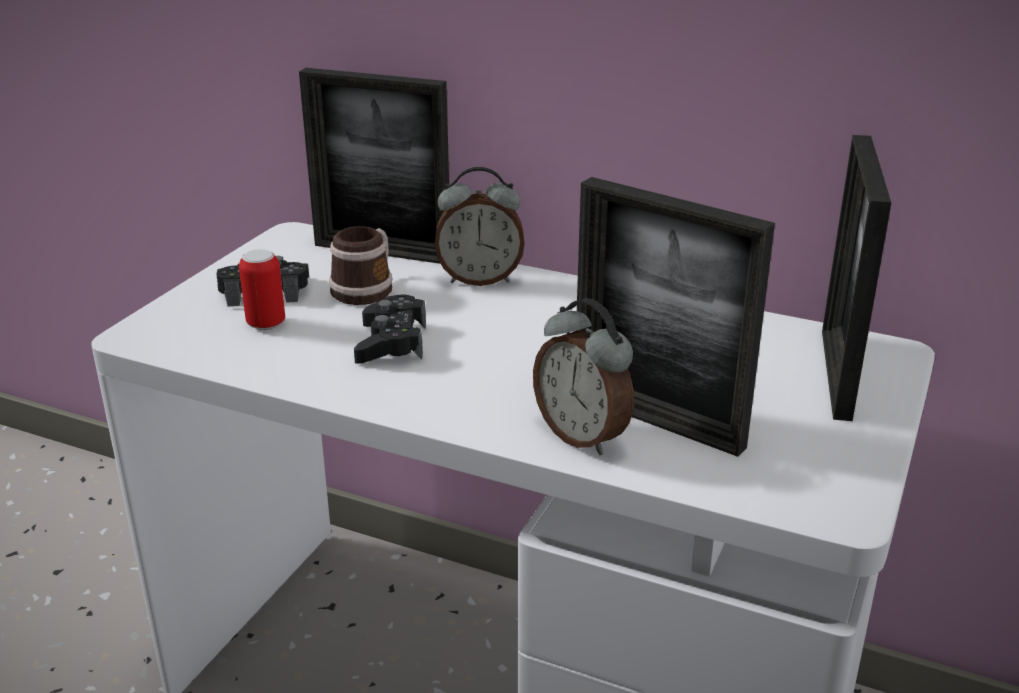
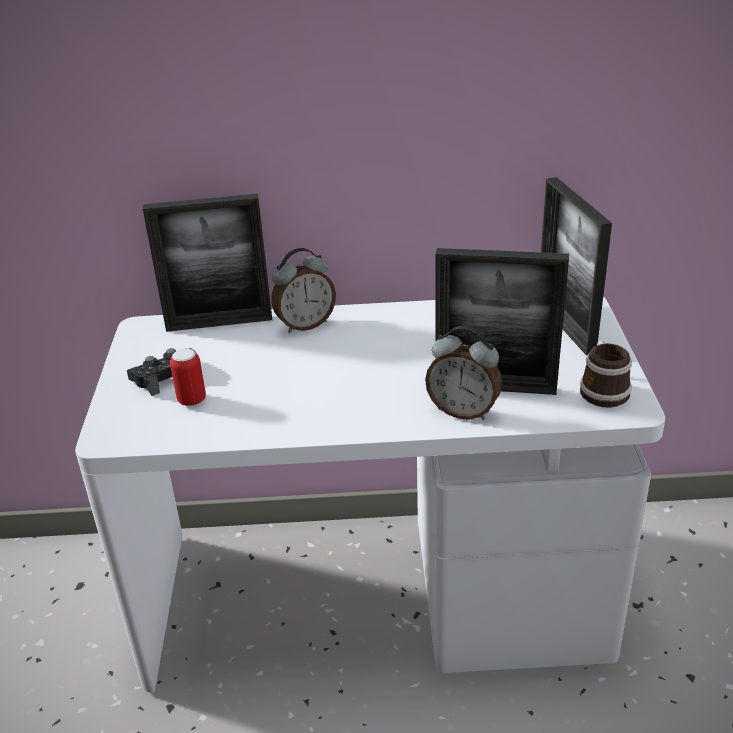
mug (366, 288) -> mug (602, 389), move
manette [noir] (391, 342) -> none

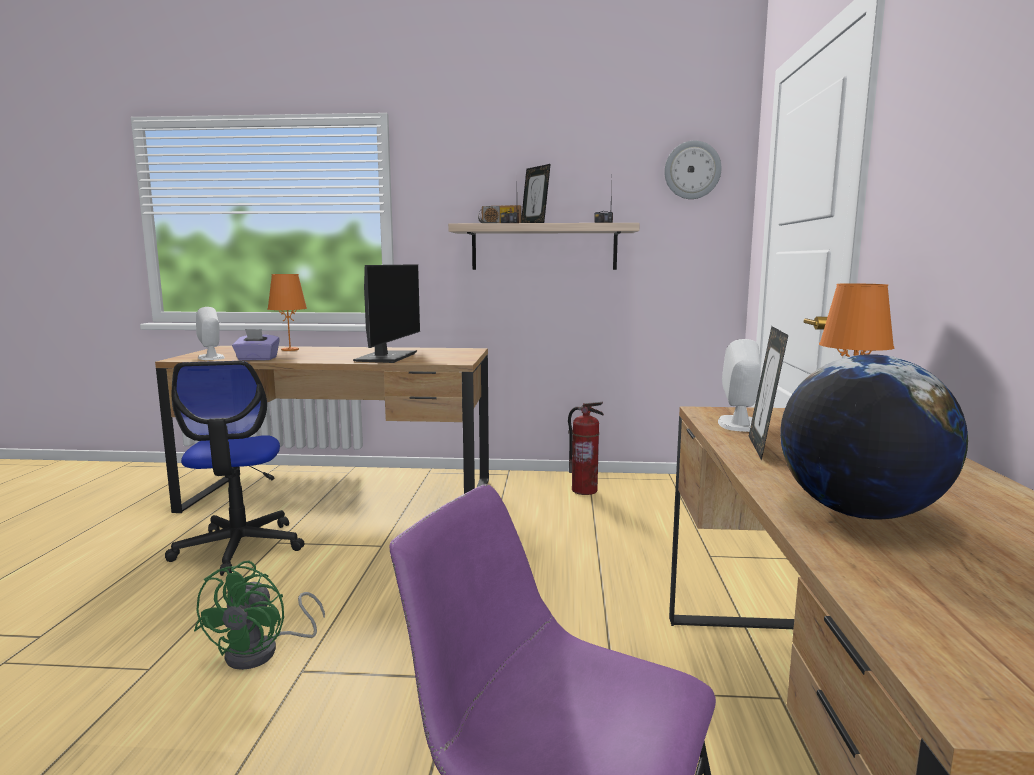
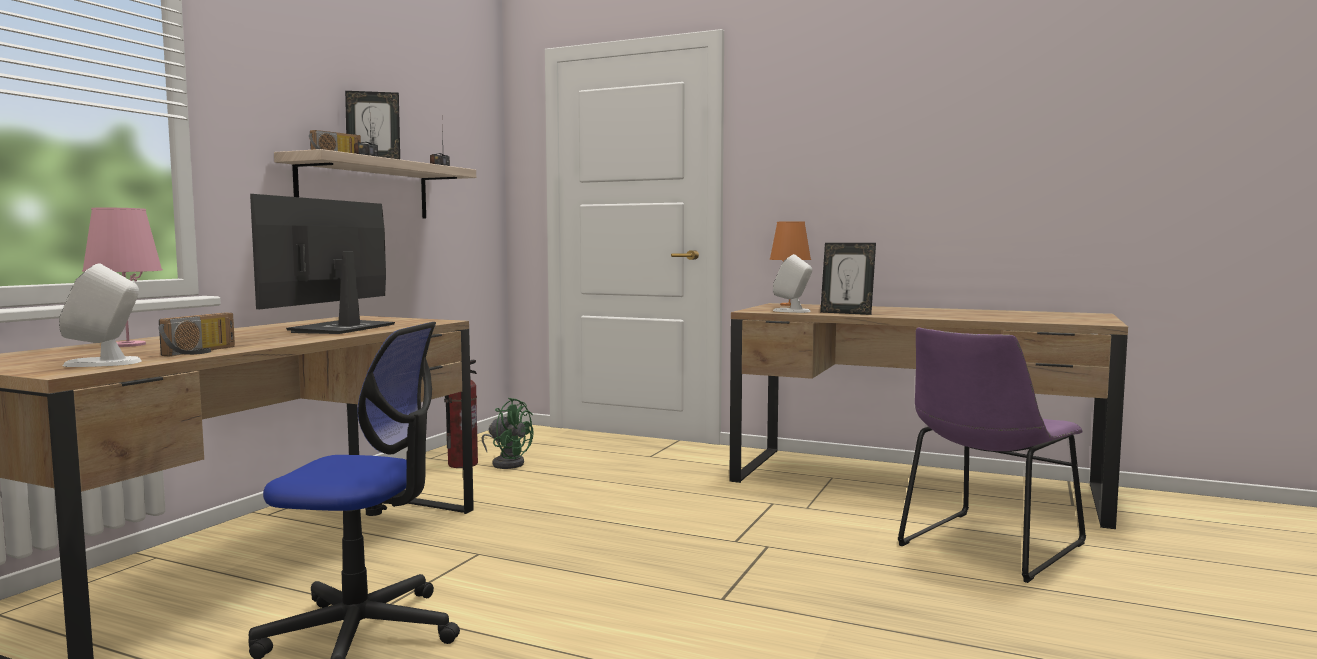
lampe de table [orange] (290, 349) -> lampe de table [rose] (128, 345)
boîte à mouchoirs [violet] (257, 359) -> radio (203, 352)
écran d'ordinateur (386, 357) -> écran d'ordinateur (342, 329), 105 degrees counterclockwise
ventilateur [vert] (263, 652) -> ventilateur [vert] (507, 463), move
horloge murale (692, 170) -> none
globe (859, 513) -> none

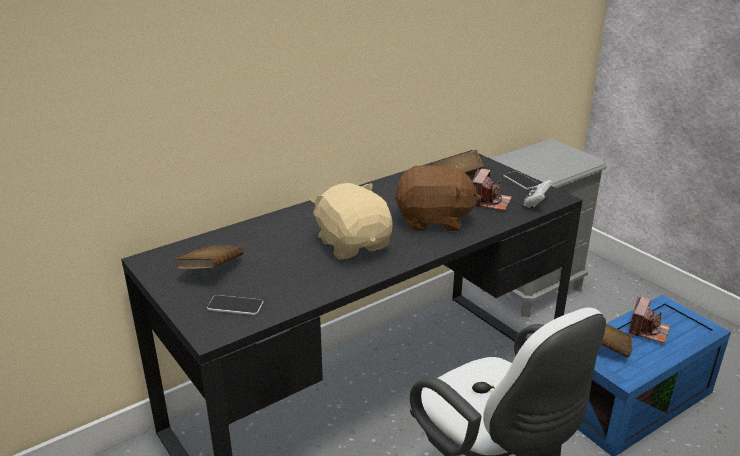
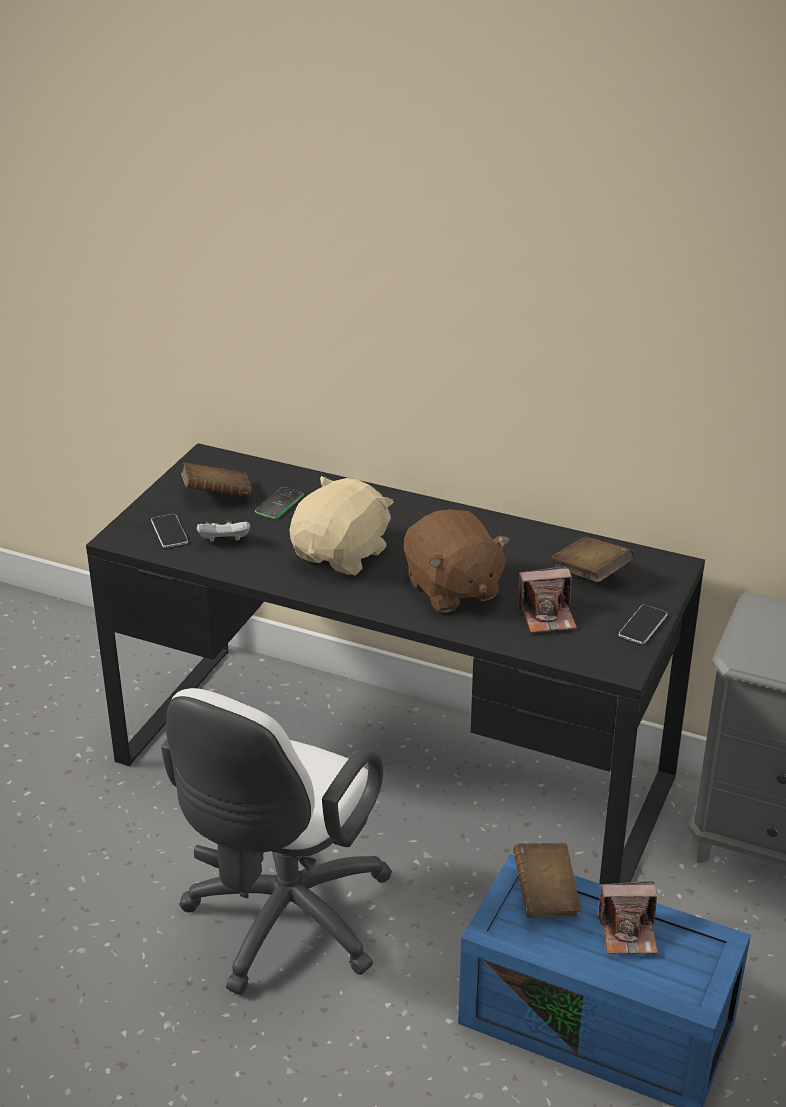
manette [blanc] (536, 204) -> manette [blanc] (224, 542), move
none -> téléphone (279, 504)

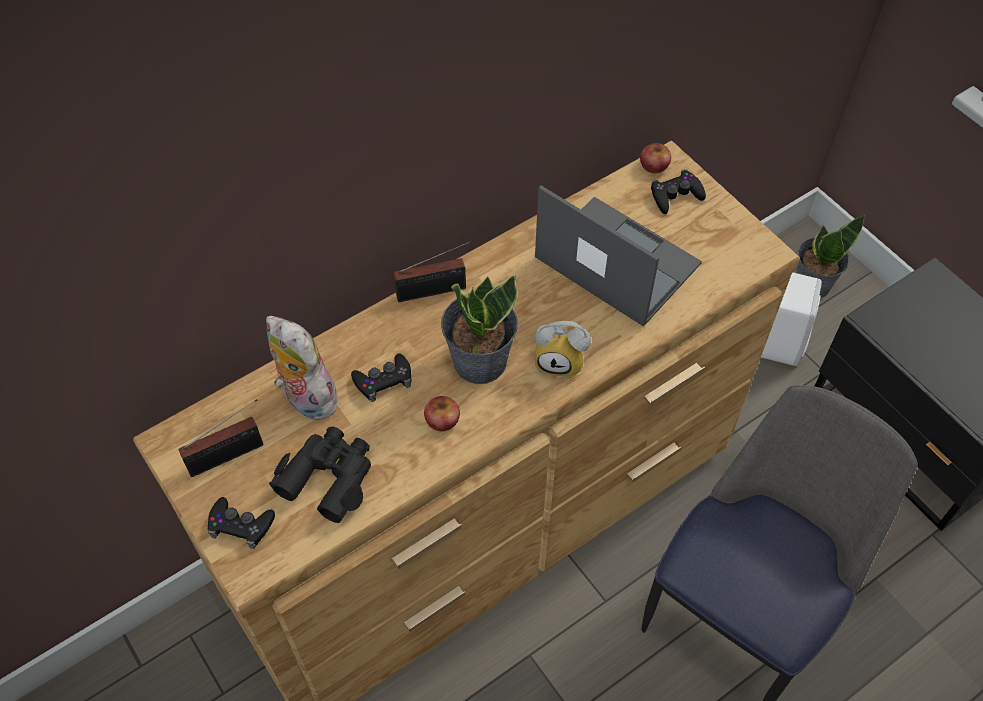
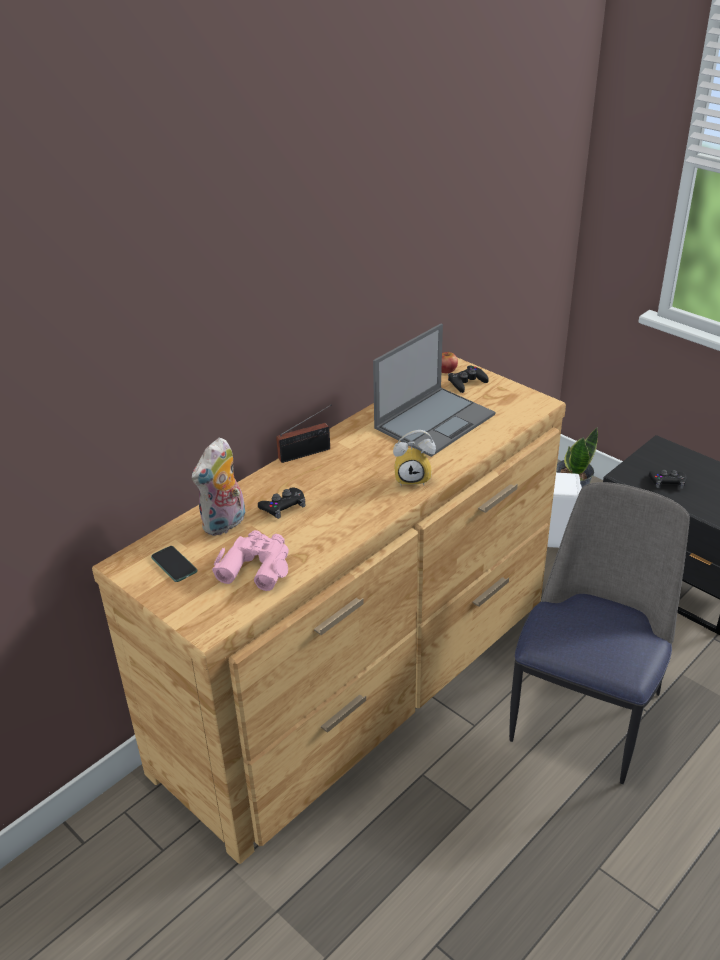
radio (230, 455) -> téléphone (174, 565)
peluche (305, 398) -> peluche (225, 524), 90 degrees counterclockwise
jumelles [noir] (328, 476) -> jumelles [rose] (256, 566)
ordinateur portable (615, 260) -> ordinateur portable (435, 420), 105 degrees clockwise
manette [noir] (241, 525) -> manette [noir] (667, 482), move
pomme (442, 420) -> none
plante en pot (479, 361) -> none

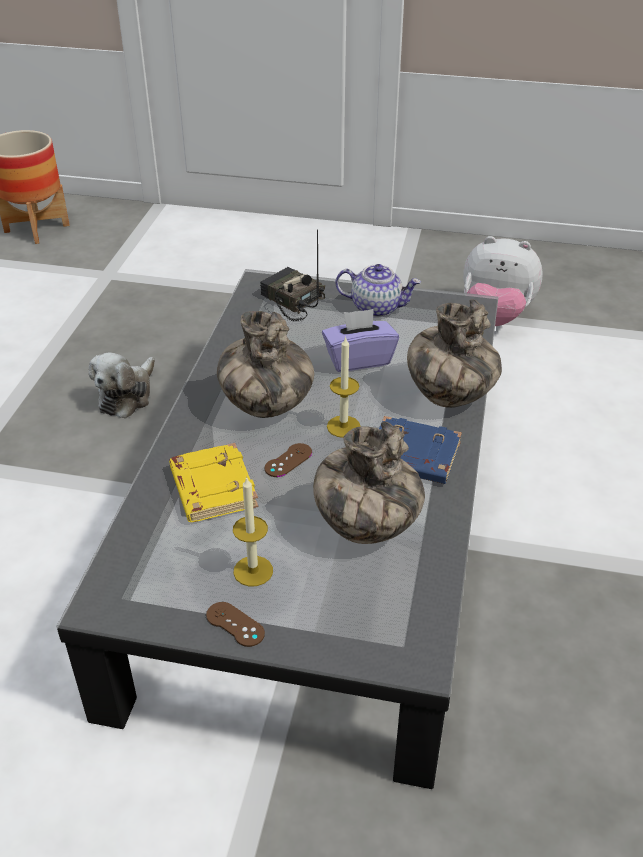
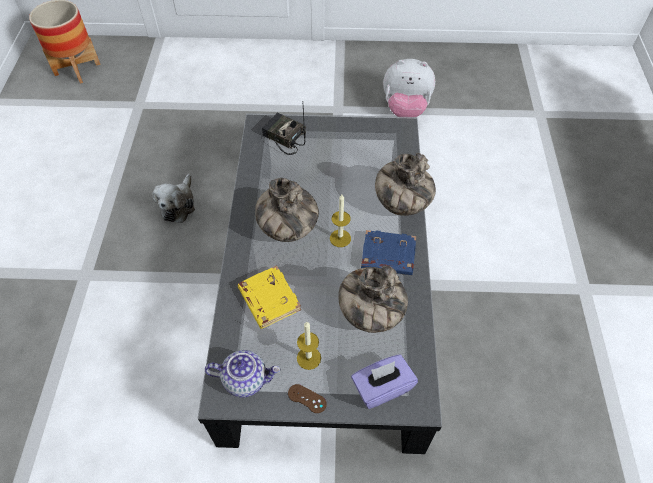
théière (377, 308) -> théière (246, 379), move
boîte à mouchoirs [violet] (358, 359) -> boîte à mouchoirs [violet] (382, 387), move
manette [marron] (288, 460) -> none

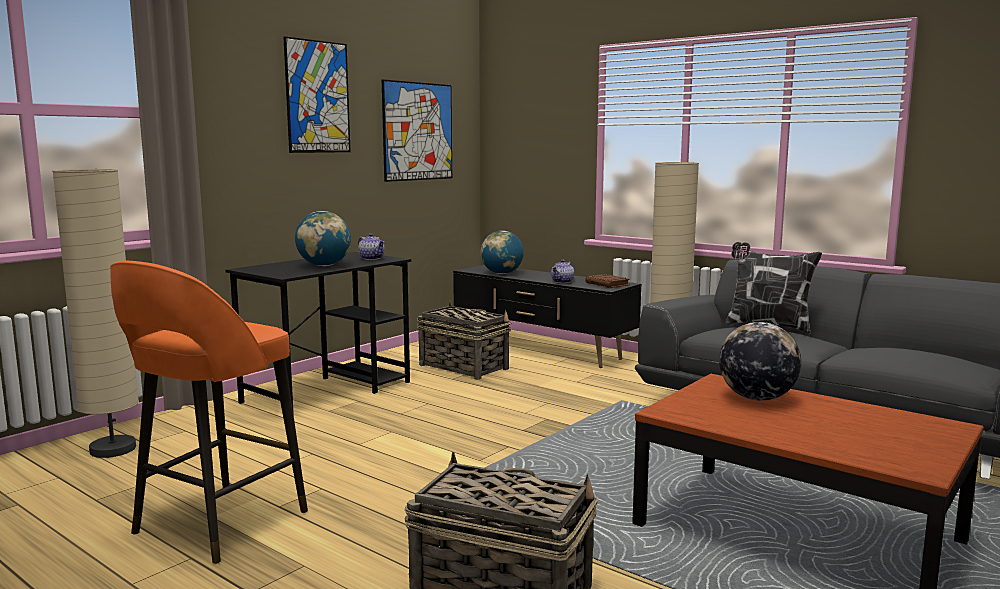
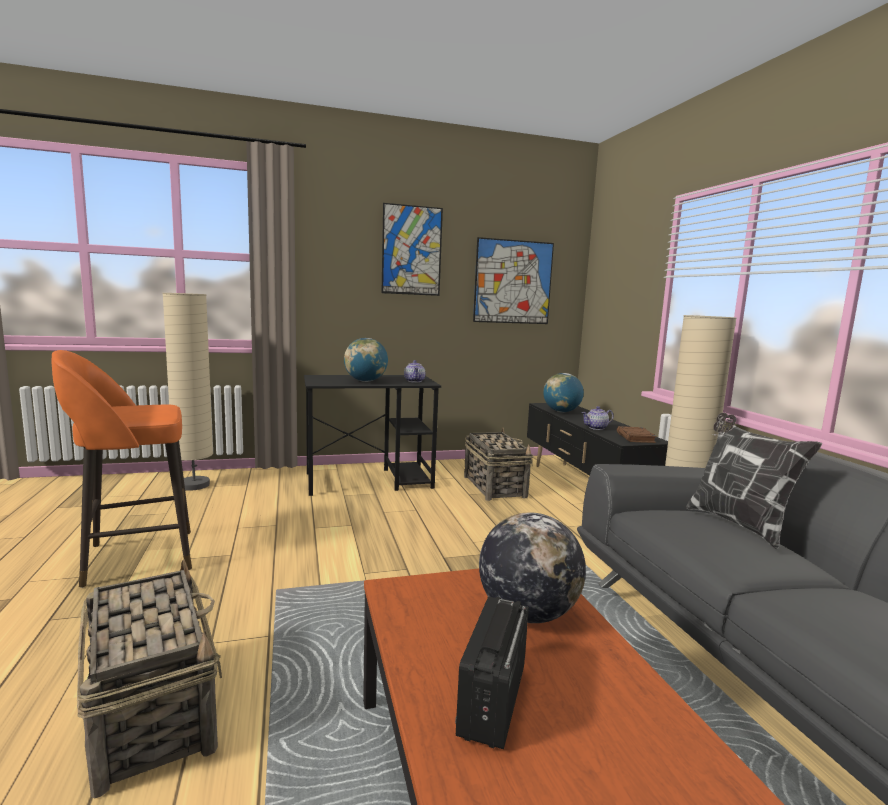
none -> radio (492, 701)

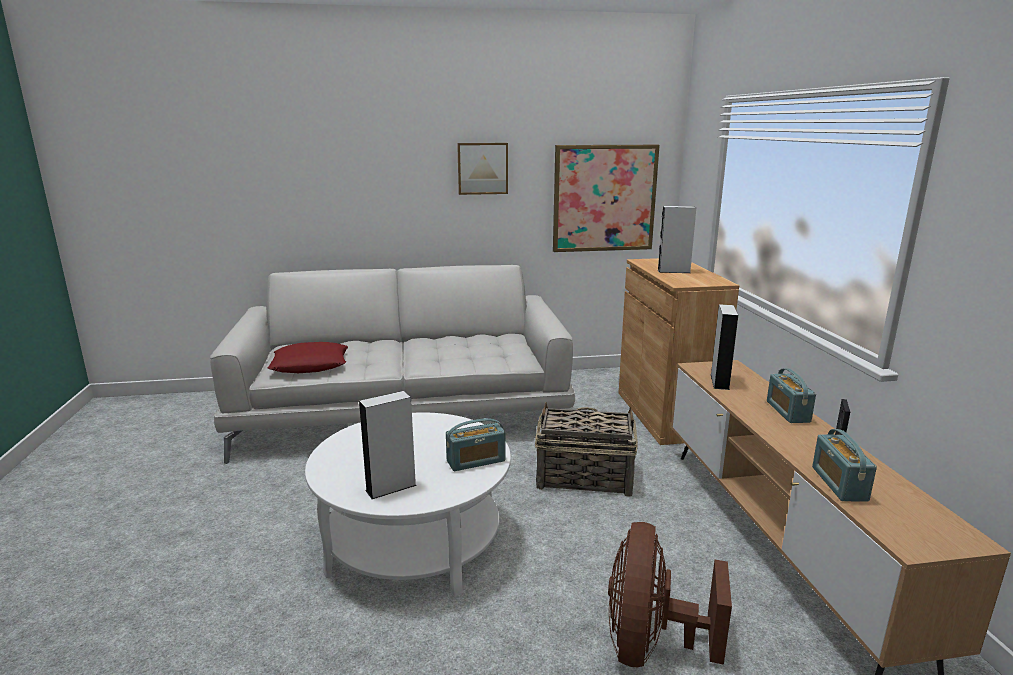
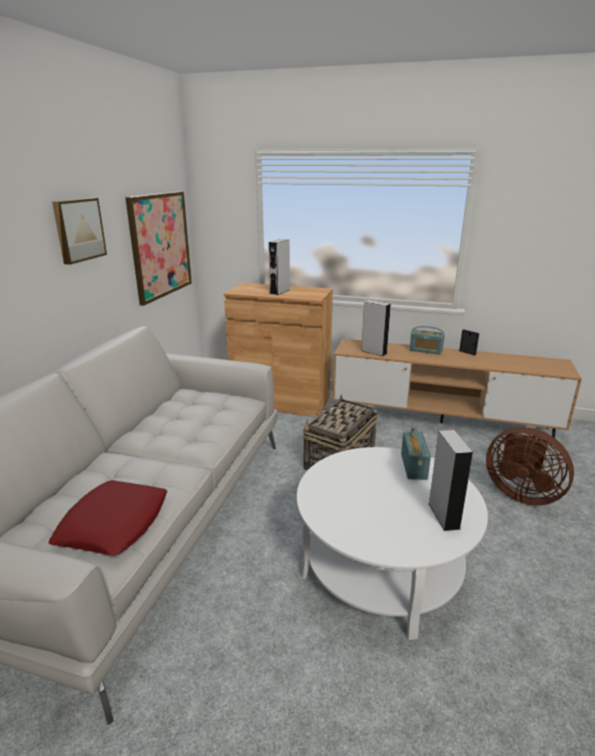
radio (839, 484) -> none

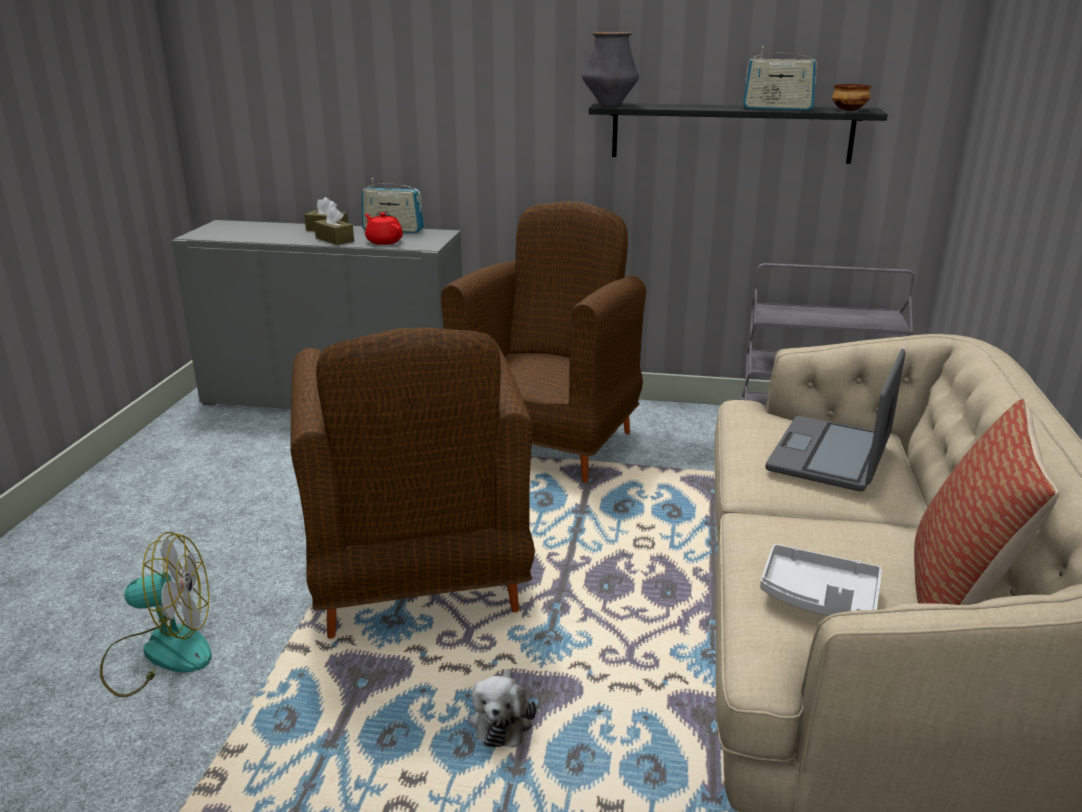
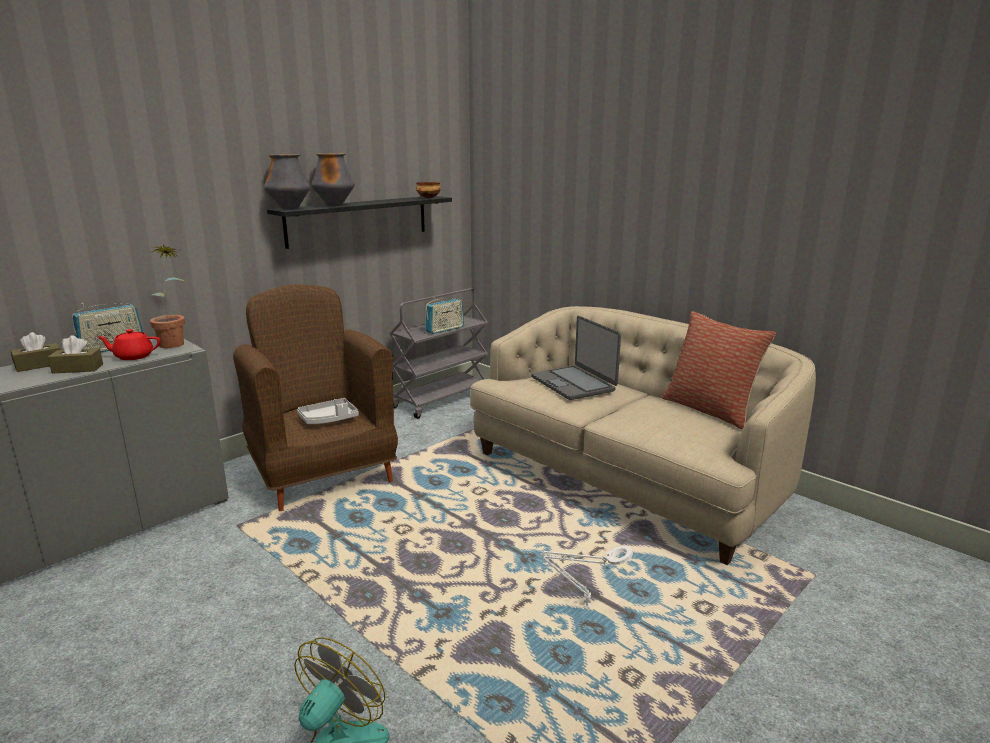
none -> plante en pot (174, 342)
plateau [gris] (819, 598) -> plateau [gris] (329, 419), move
none -> vase (334, 205)
radio (777, 108) -> radio (445, 329), move
peluche (501, 720) -> lampe de table [blanc] (583, 605)
fauteuil [marron] (417, 582) -> none

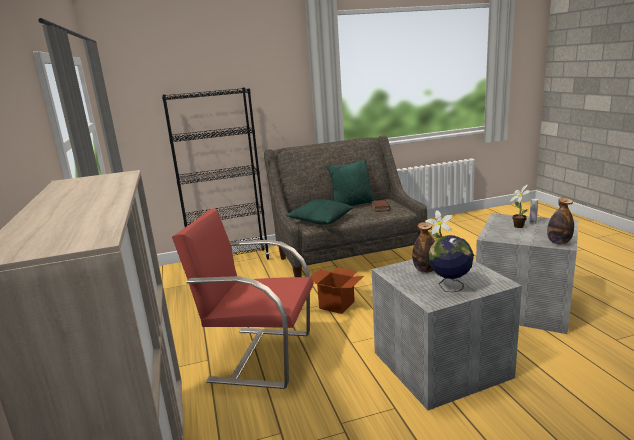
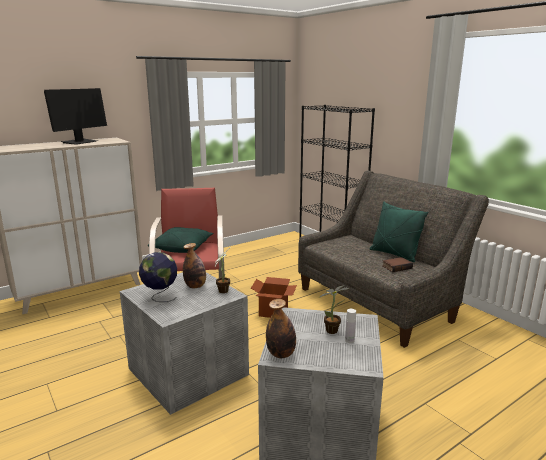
none -> écran d'ordinateur (80, 142)
coussin [vert] (320, 220) -> coussin [vert] (182, 248), move

